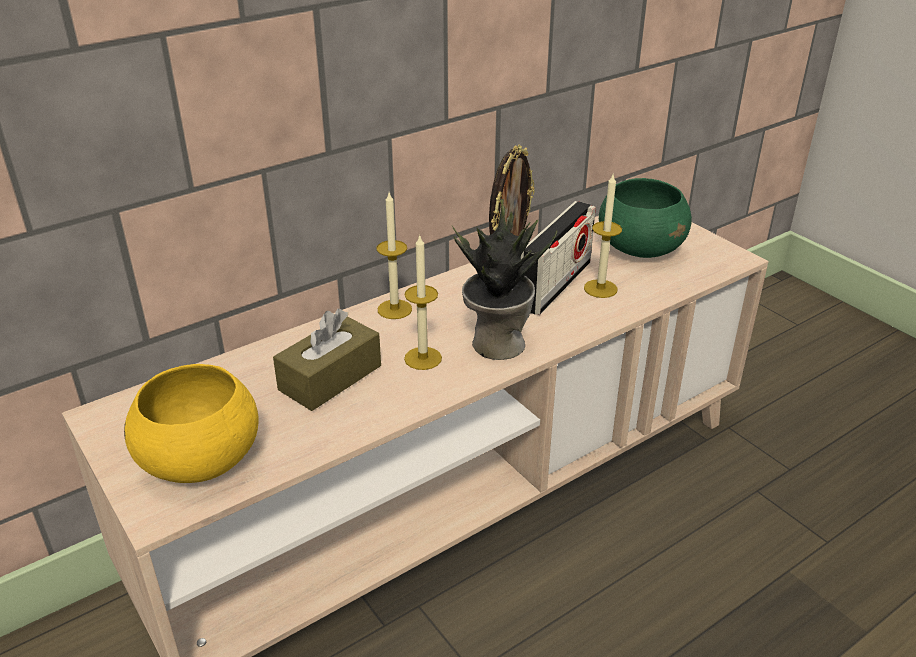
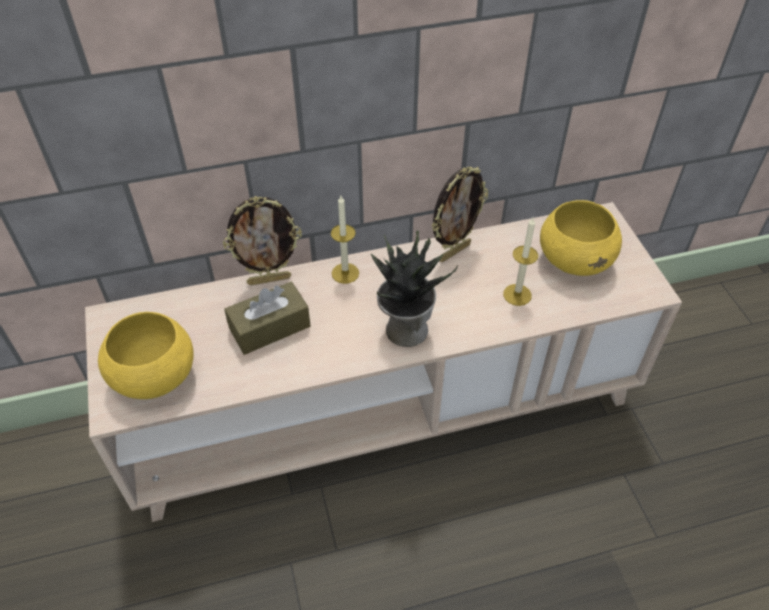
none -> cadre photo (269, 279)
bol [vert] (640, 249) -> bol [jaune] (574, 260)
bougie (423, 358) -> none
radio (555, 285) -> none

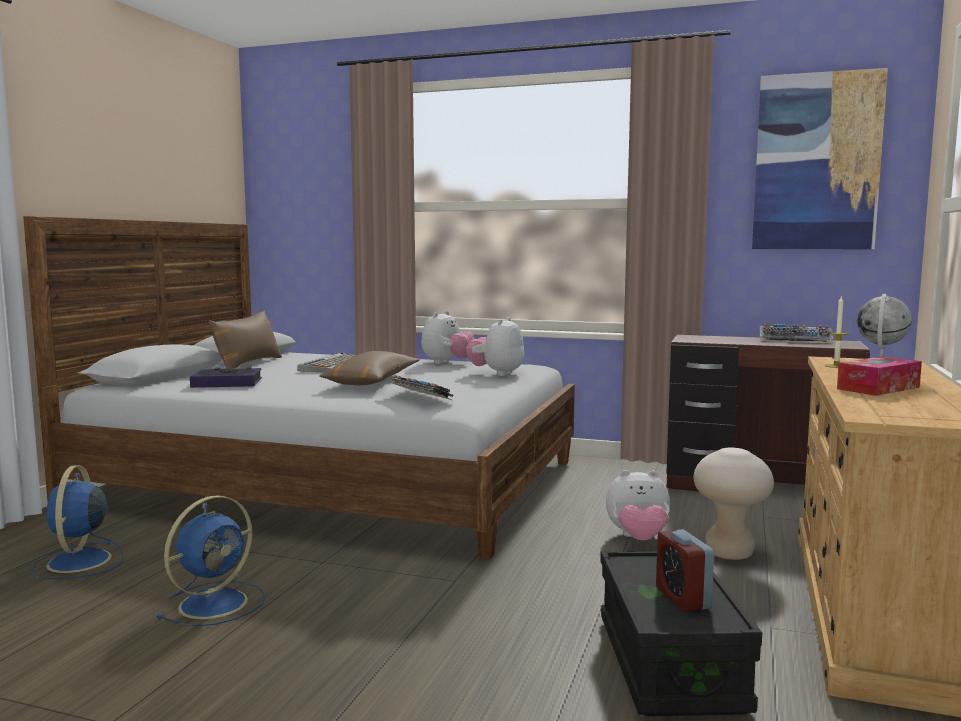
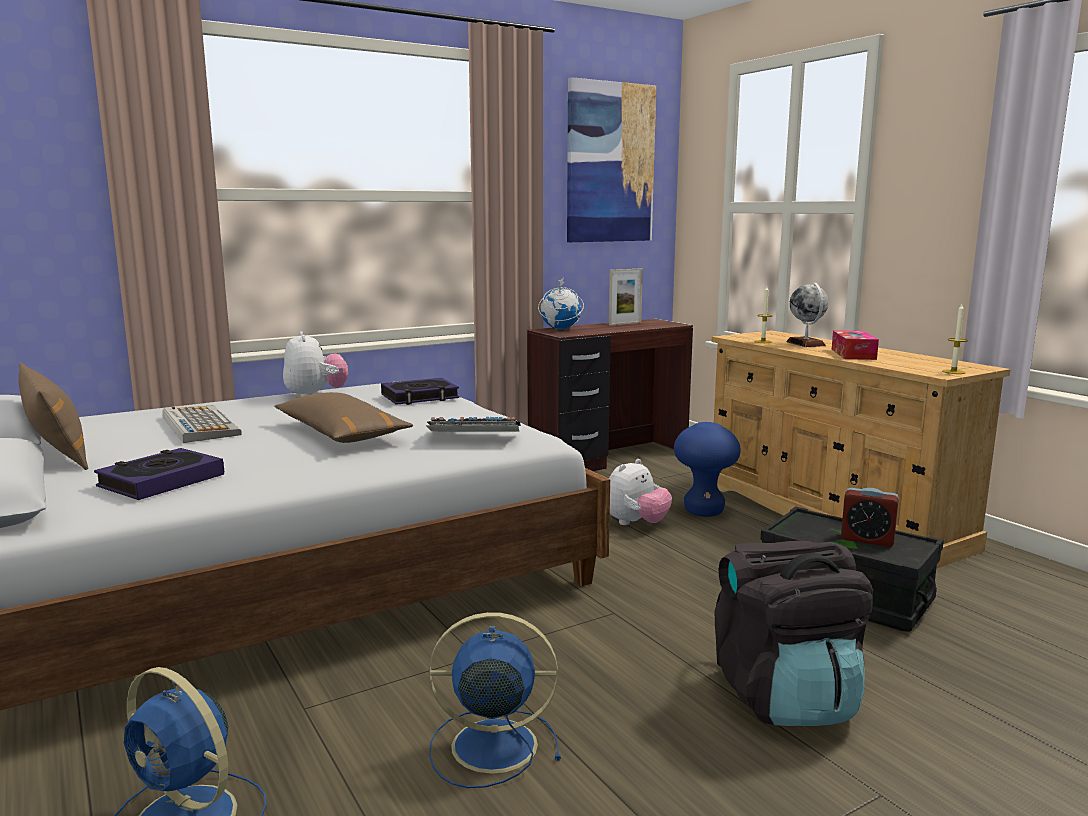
peluche (496, 373) -> livre (420, 397)
ventilateur [bleu] (216, 603) -> ventilateur [bleu] (490, 745), 75 degrees counterclockwise
none -> globe (560, 329)
clavier (795, 340) -> cadre photo (625, 323)
tabouret [beige] (729, 553) -> tabouret [bleu] (703, 511)
none -> sac à dos [noir] (785, 696)
none -> bougie (953, 372)

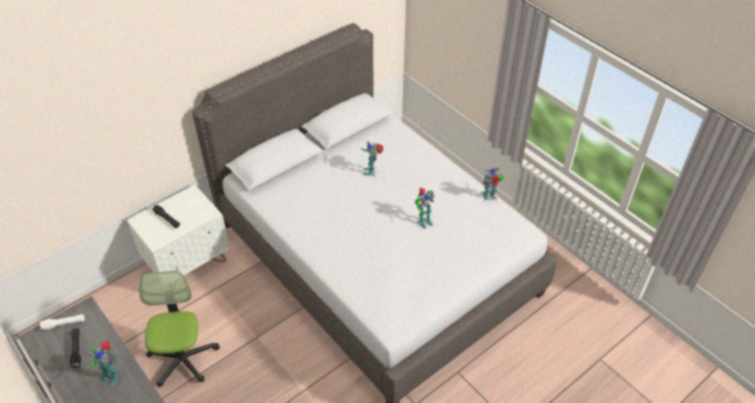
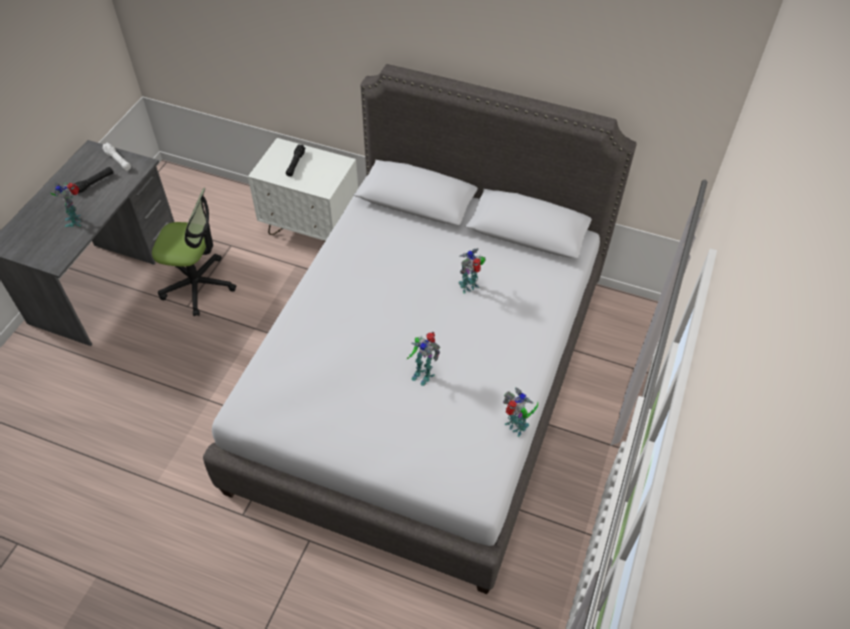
chaise de bureau (183, 359) -> chaise de bureau (198, 285), 45 degrees clockwise

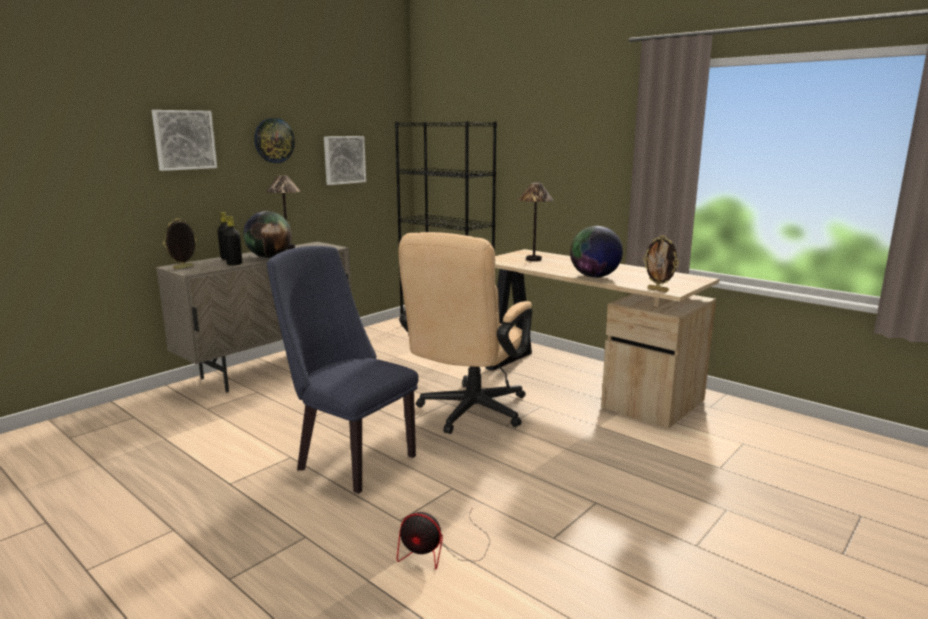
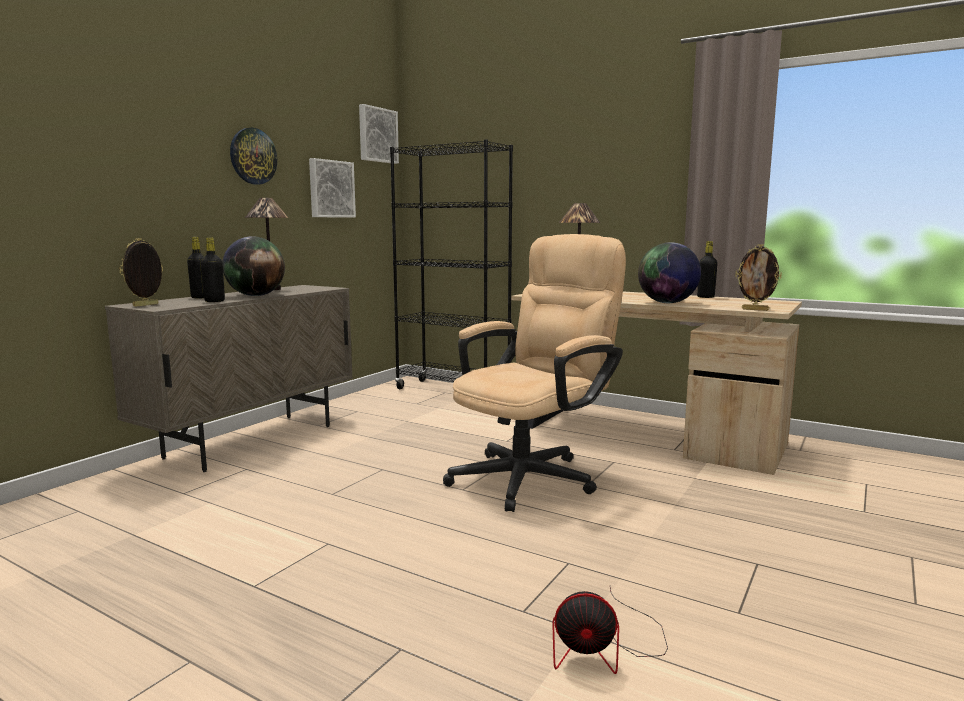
tableau (184, 140) -> tableau (377, 135), move
chaise de bureau [beige] (468, 414) -> chaise de bureau [beige] (533, 475), 150 degrees counterclockwise
none -> bouteille [noir] (705, 297)
chaise [bleu] (349, 459) -> none

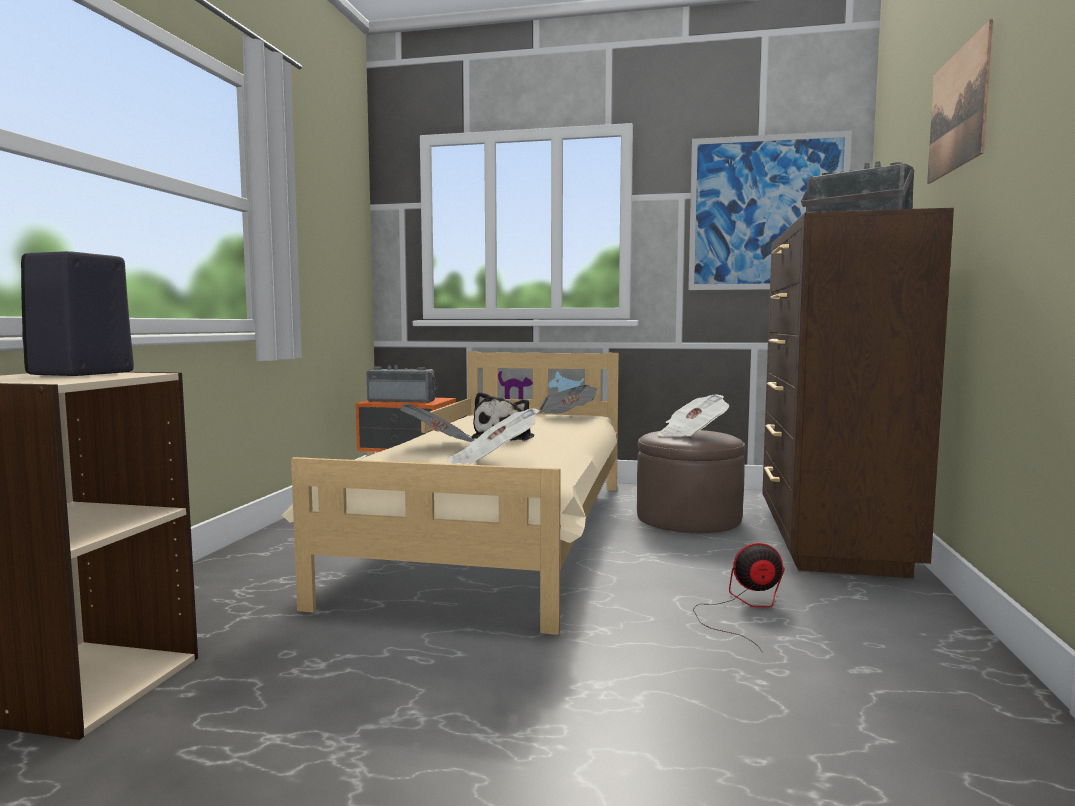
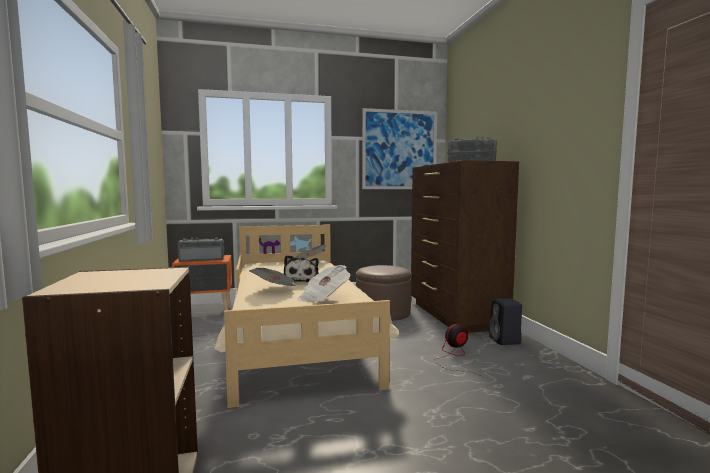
enceinte [noir] (79, 373) -> enceinte [noir] (505, 341), move
journal (691, 435) -> none
tableau (958, 110) -> none

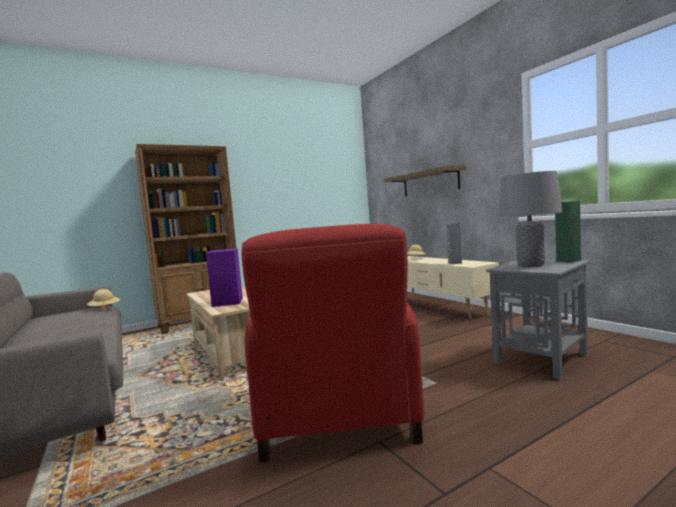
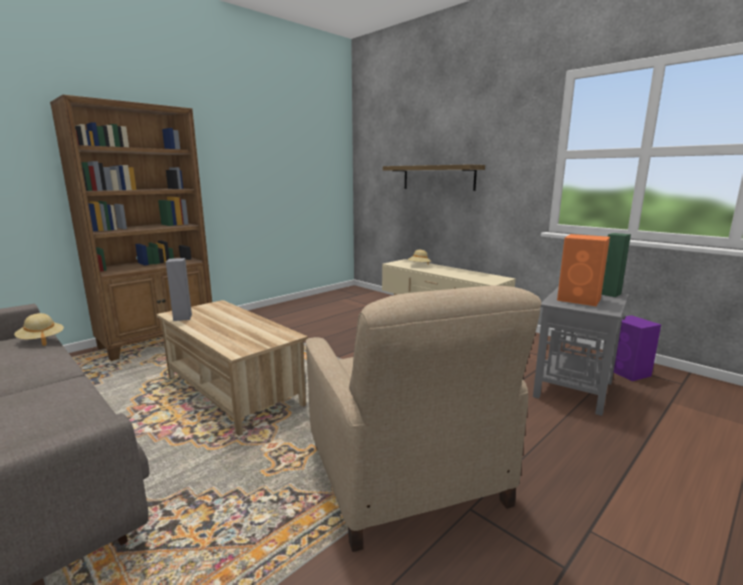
enceinte [gris] (454, 263) -> enceinte [gris] (182, 317), move
fauteuil [rouge] (336, 414) -> fauteuil [beige] (406, 475)
lampe de table [gris] (530, 265) -> enceinte [orange] (580, 299)
enceinte [violet] (227, 302) -> enceinte [violet] (628, 372), move

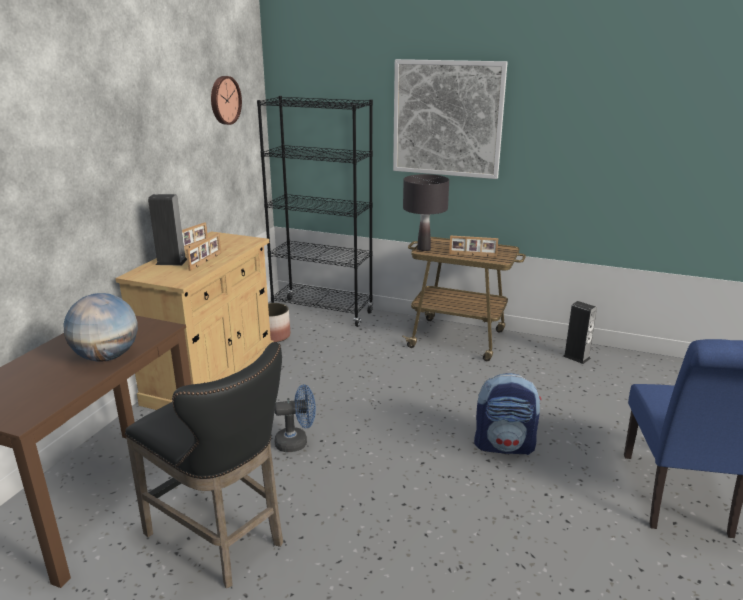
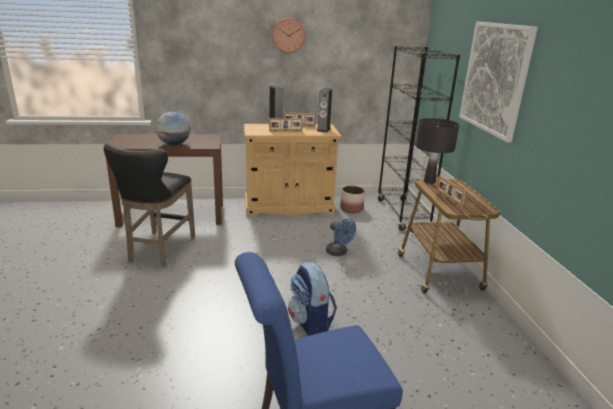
horloge murale (224, 100) -> horloge murale (288, 35), move
enceinte (576, 357) -> enceinte (323, 129), move
ventilateur [bleu] (297, 442) -> ventilateur [bleu] (339, 253), move

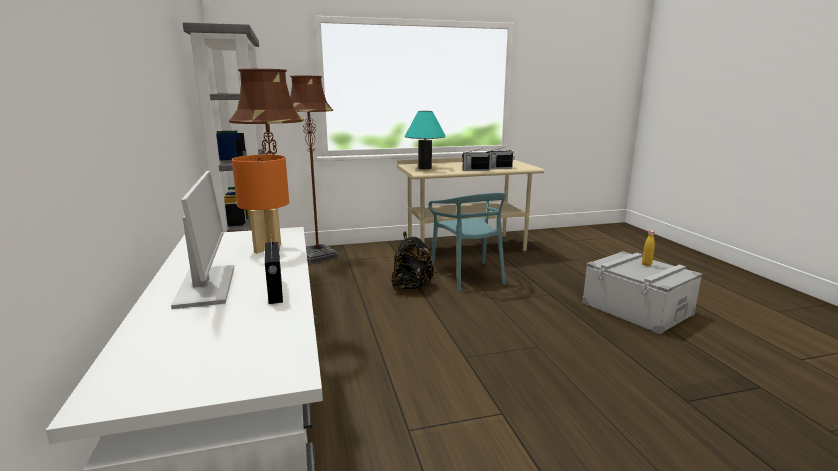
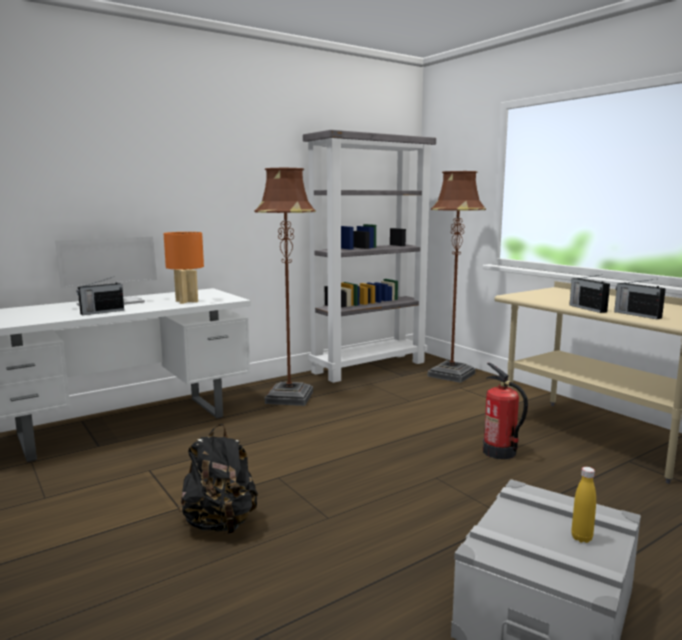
sac à dos [noir] (411, 286) -> sac à dos [noir] (220, 524), move
chaise [turquoise] (468, 276) -> extincteur (499, 452)
lampe de table [turquoise] (425, 168) -> none

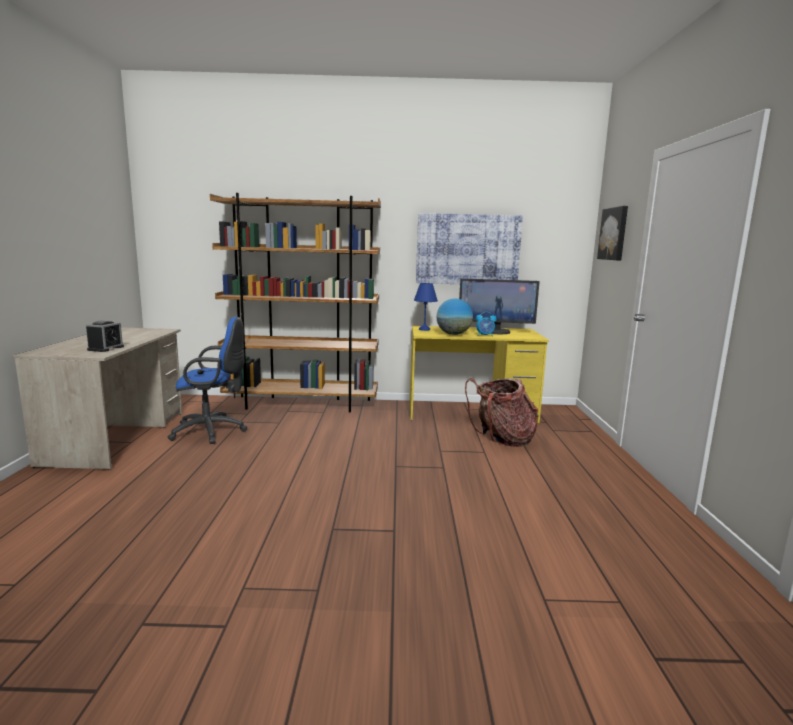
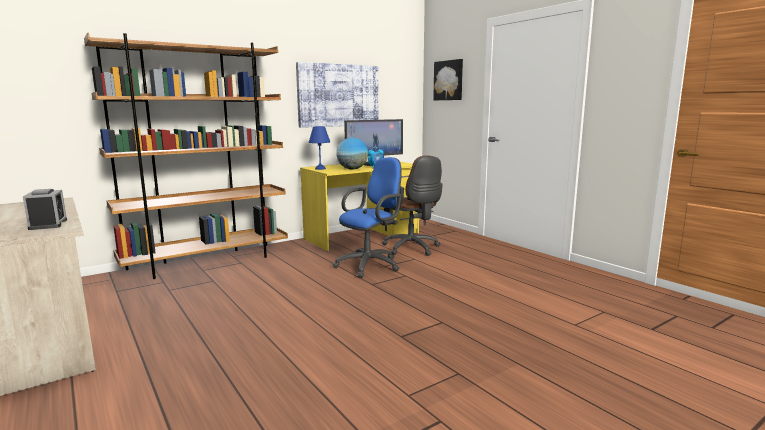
chaise de bureau [bleu] (212, 431) -> chaise de bureau [bleu] (371, 265), move
sac à dos (502, 440) -> chaise de bureau [marron] (413, 249)

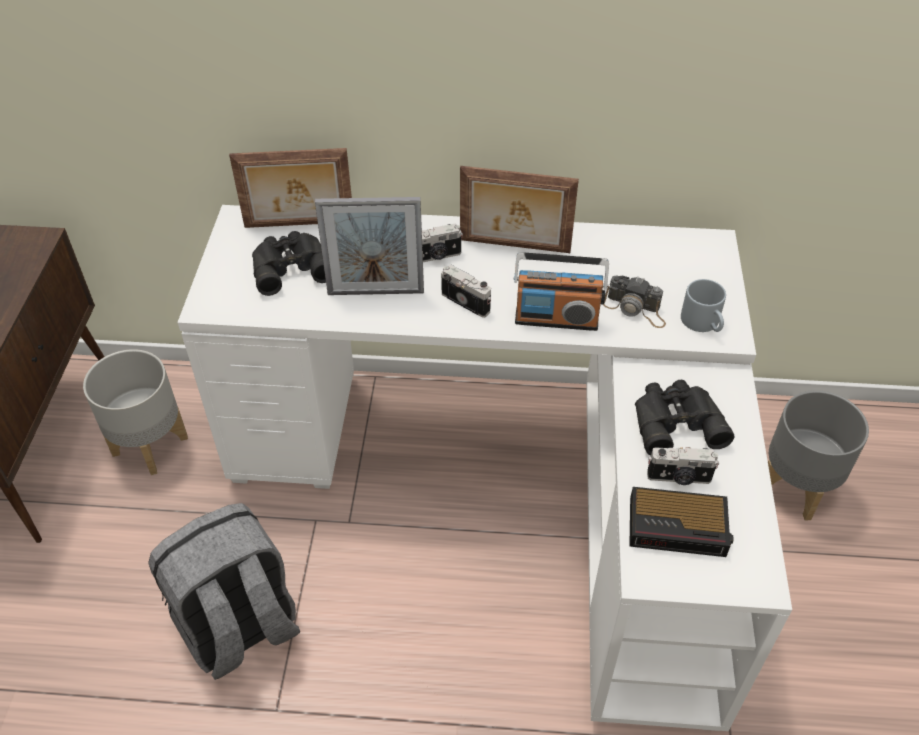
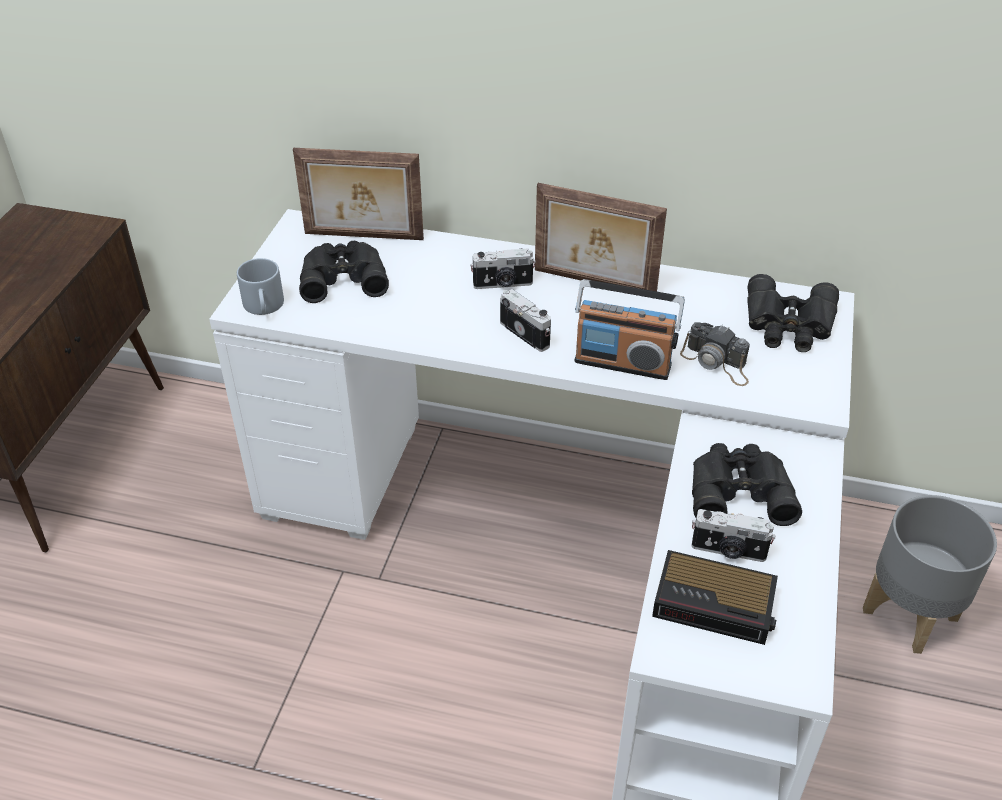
mug [gris] (704, 323) -> mug [gris] (265, 307), move
none -> jumelles [noir] (788, 325)
cache-pot [gris] (150, 445) -> none
sac à dos [gris] (239, 628) -> none
cadre photo (375, 292) -> none

